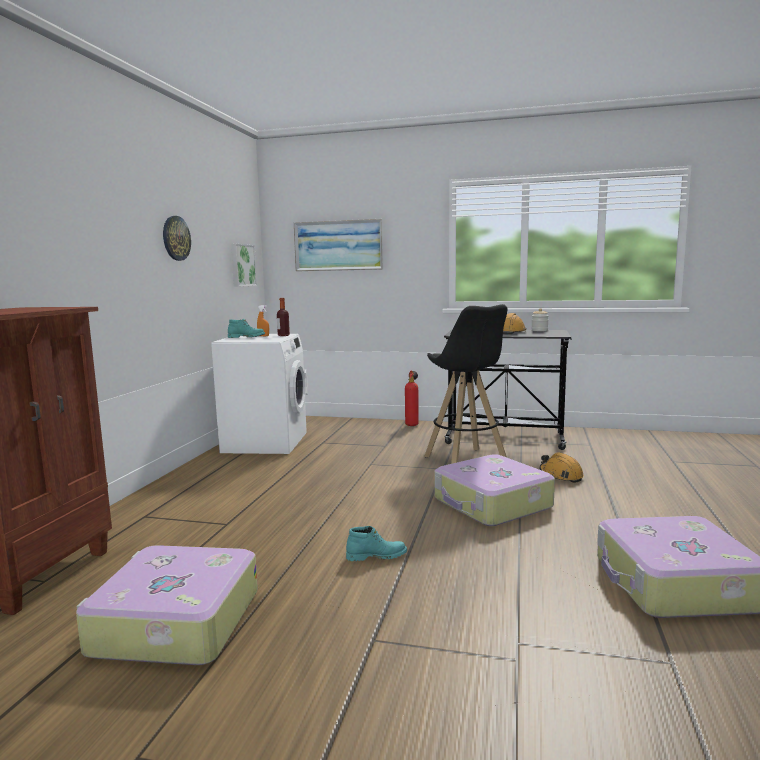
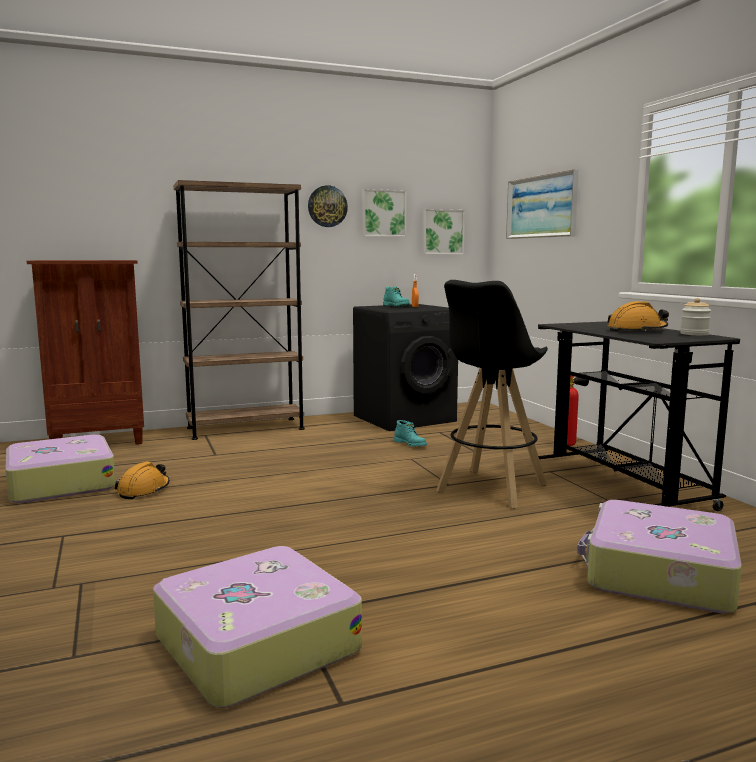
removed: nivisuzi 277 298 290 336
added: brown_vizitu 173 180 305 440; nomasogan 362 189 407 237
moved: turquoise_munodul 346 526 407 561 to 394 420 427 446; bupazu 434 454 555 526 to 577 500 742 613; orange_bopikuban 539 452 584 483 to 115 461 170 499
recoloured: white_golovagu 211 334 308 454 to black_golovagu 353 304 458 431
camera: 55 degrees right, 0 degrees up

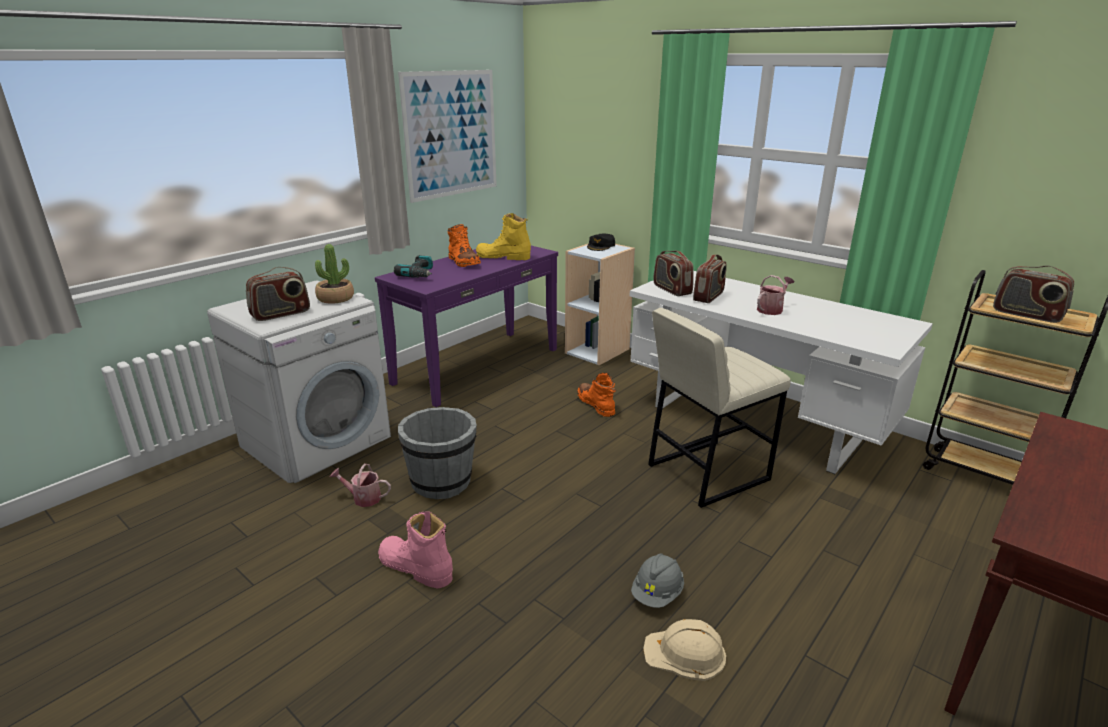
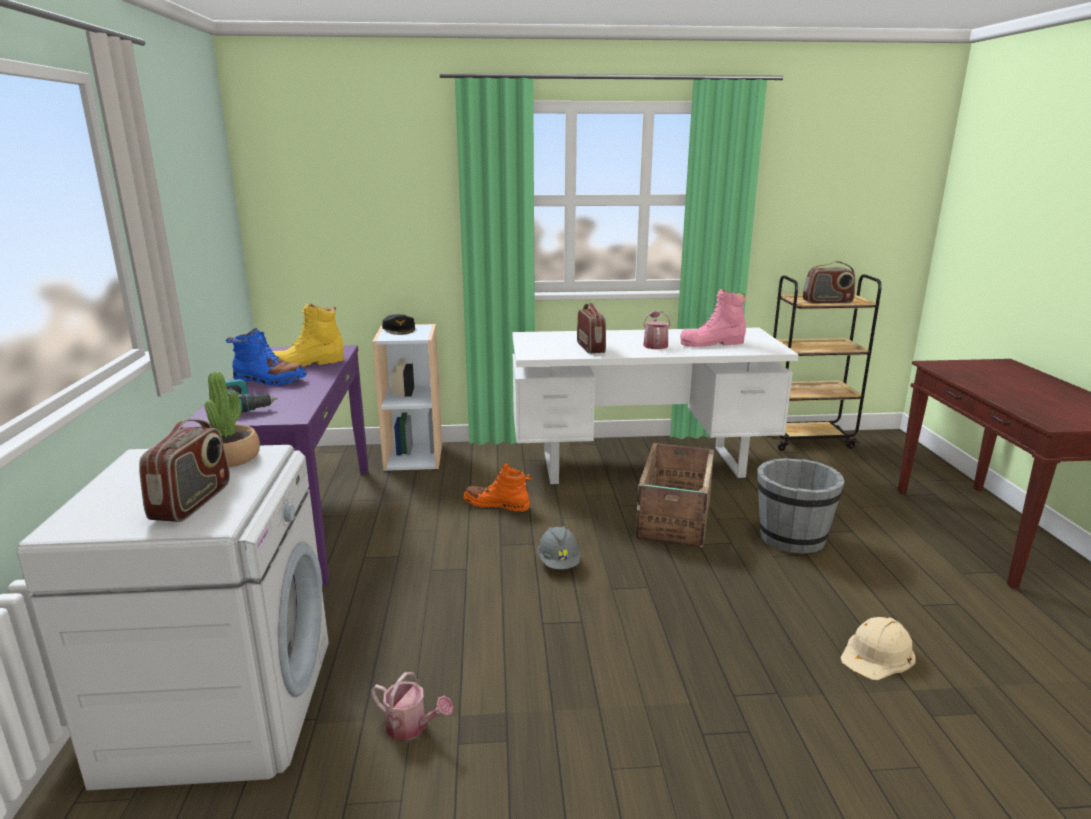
removed: nomasogan 398 70 497 203; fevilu 653 250 694 296
moved: pink_munodul 378 512 453 589 to 680 289 746 347; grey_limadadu 398 407 477 499 to 757 458 845 554; grey_bopikuban 631 554 684 608 to 537 526 580 569
replaced: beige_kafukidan 648 308 790 508 to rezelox 636 443 714 548
recoloured: orange_munodul 447 224 481 267 to blue_munodul 226 328 307 385
turned: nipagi 330 464 391 507 = 371 672 453 740 120 degrees counterclockwise
camera: 45 degrees left, 5 degrees down

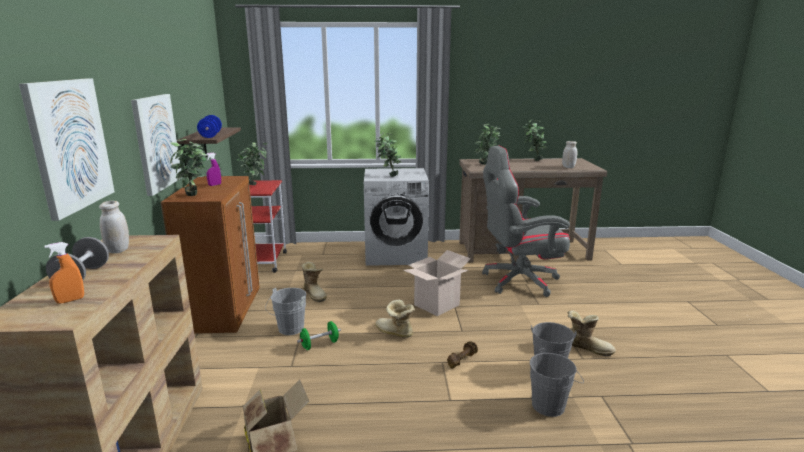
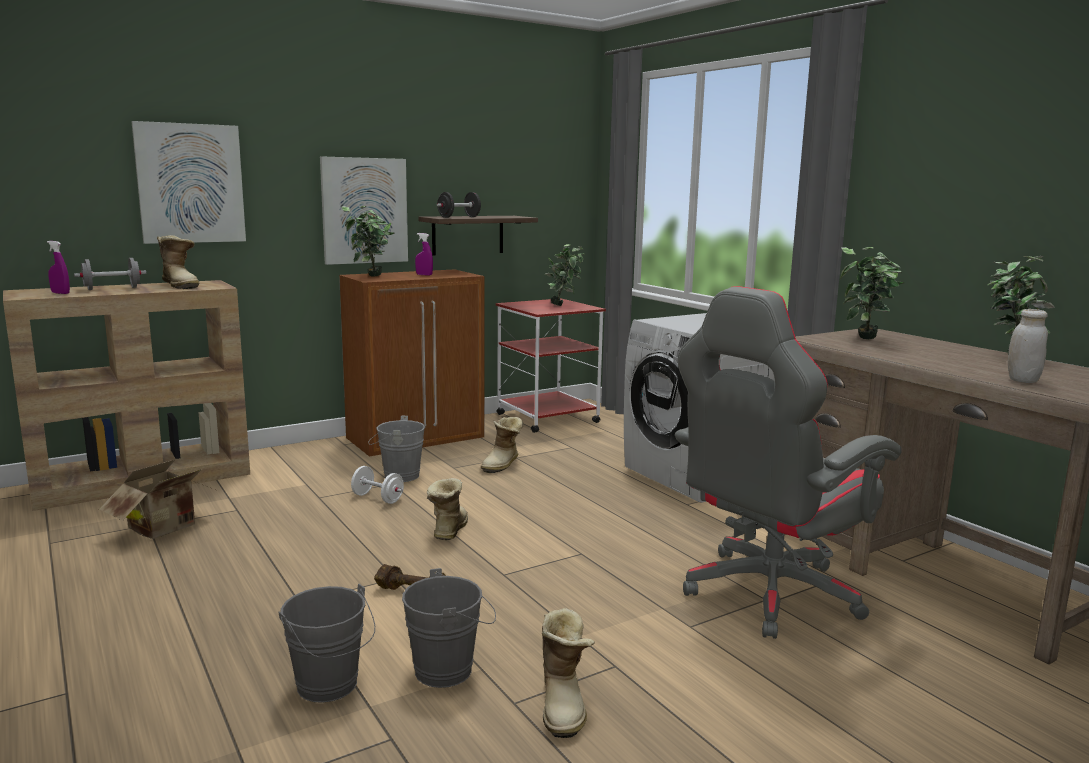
removed: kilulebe 374 132 402 177; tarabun 403 250 471 316
replaced: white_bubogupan 99 201 129 253 to munodul 157 235 200 289
recoloured: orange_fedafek 44 242 84 304 to purple_fedafek 47 241 70 294; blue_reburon 197 115 222 138 to black_reburon 437 192 481 218; green_reburon 297 321 341 350 to white_reburon 351 466 404 504
turned: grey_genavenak 482 145 570 297 = 675 286 902 639 90 degrees counterclockwise
camera: 60 degrees right, 5 degrees down

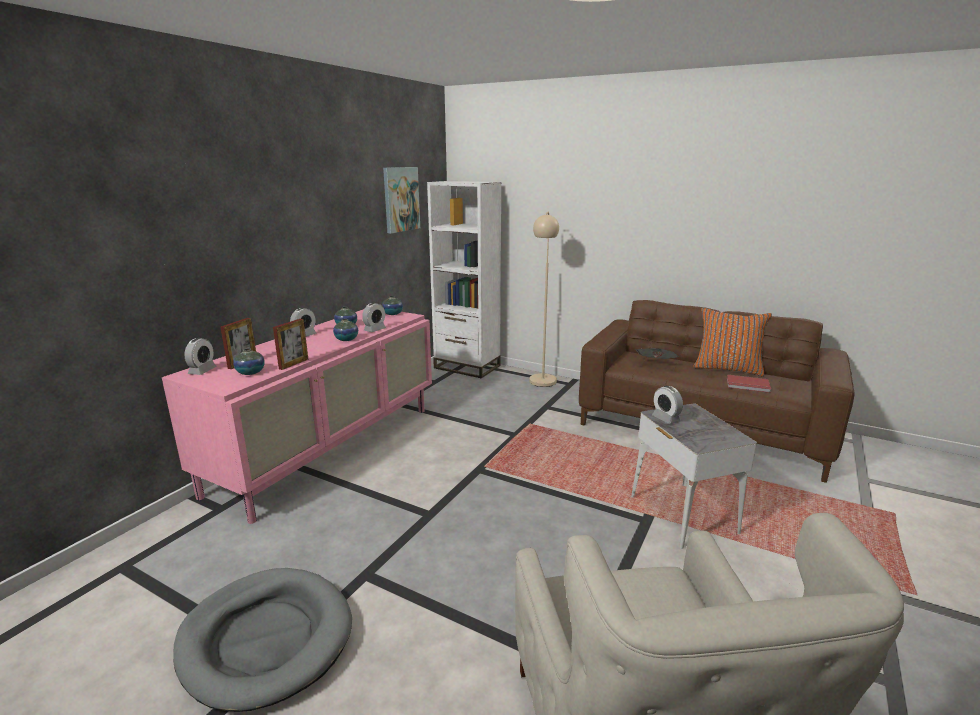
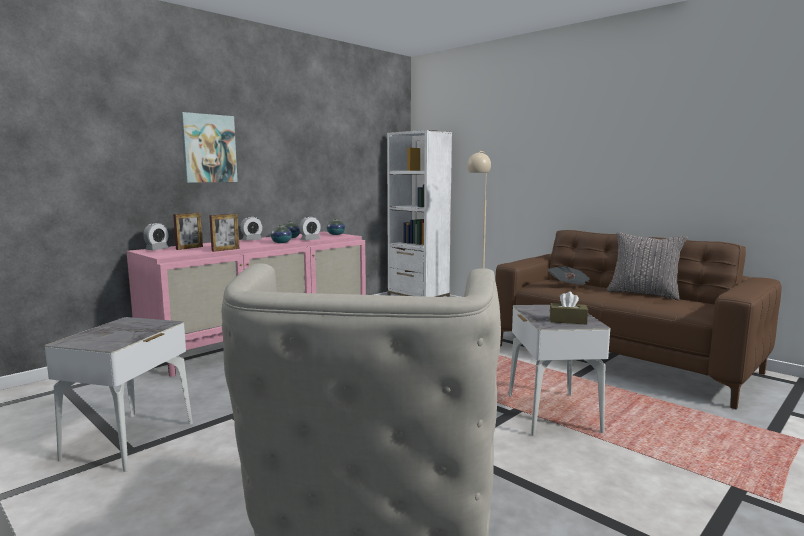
removed: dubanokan 233 348 265 375; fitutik 652 386 683 424; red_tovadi 727 374 771 393
added: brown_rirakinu 550 291 588 325
moved: nomasogan 383 167 420 234 to 181 112 238 183
replaced: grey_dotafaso 173 568 352 712 to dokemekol 45 317 193 472
recoloured: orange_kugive 693 308 772 377 to grey_kugive 607 232 688 300
camera: 15 degrees right, 10 degrees down

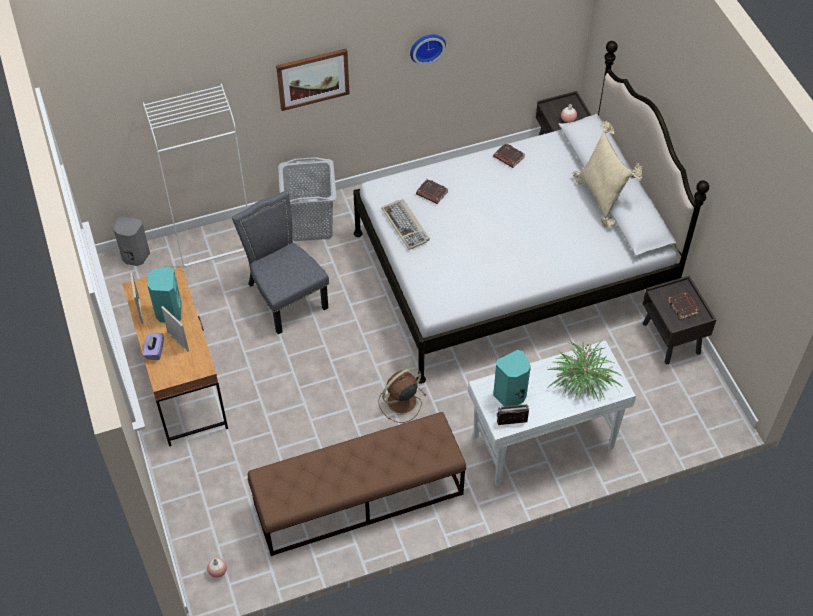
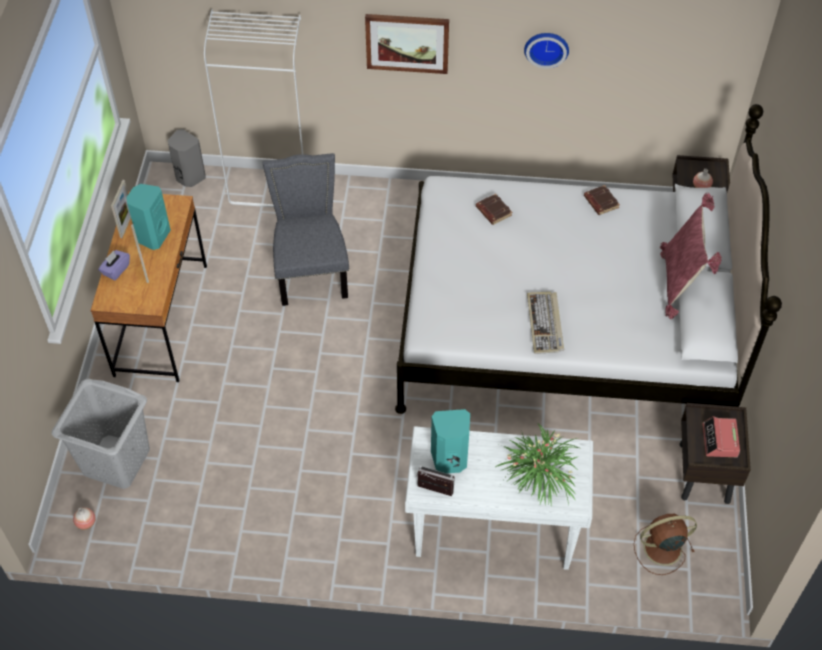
removed: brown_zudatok 248 412 466 556
moved: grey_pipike 278 157 336 241 to 52 379 150 489; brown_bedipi 378 367 427 423 to 634 514 697 575; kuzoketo 381 199 430 250 to 527 291 564 354
replaced: brown_tovadi 668 292 700 320 to fitutik 703 416 740 457
recoloured: beige_kugive 572 121 642 228 to red_kugive 659 192 722 319
camera: 25 degrees right, 0 degrees up

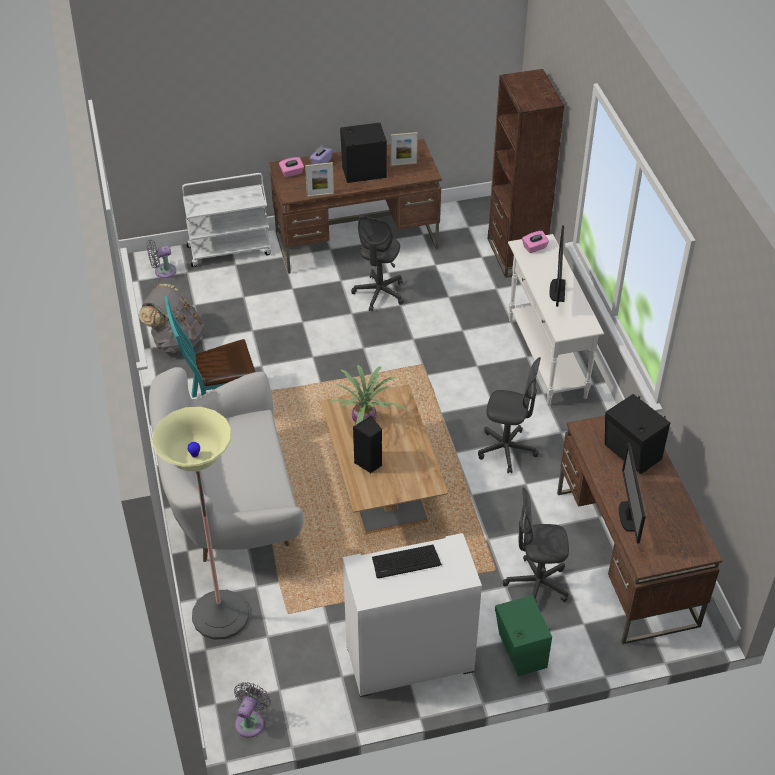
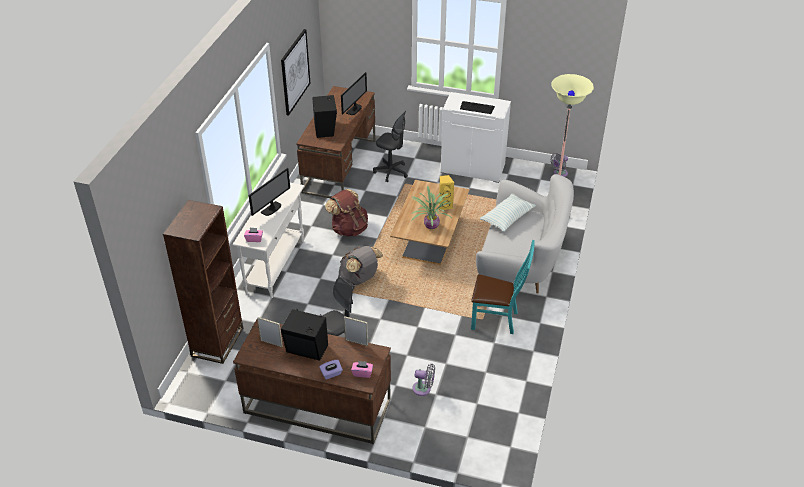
removed: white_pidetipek 182 173 272 267; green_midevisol 495 595 552 676
added: nomasogan 281 29 310 116; kugive 480 194 536 232
moved: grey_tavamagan 139 284 204 353 to 338 246 383 285; grey_bedipi 146 240 176 278 to 412 363 435 396
replaced: grey_genavenak 478 357 541 474 to brown_tavamagan 325 189 368 236
recoloured: black_midevisol 353 415 382 473 to yellow_midevisol 439 175 454 211
camera: 150 degrees left, 5 degrees down

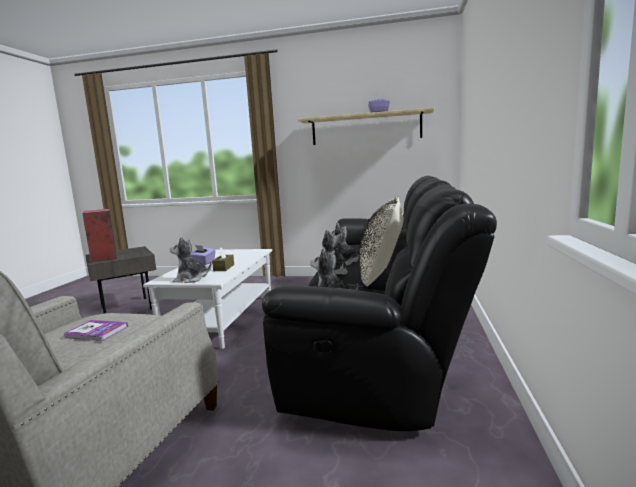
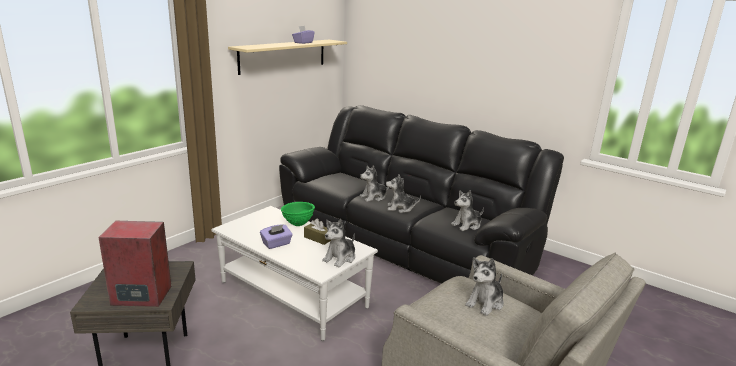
removed: beige_kugive 358 196 403 286
added: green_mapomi 281 202 315 226
replaced: tovadi 63 320 128 341 to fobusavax 465 257 504 316
camera: 65 degrees left, 10 degrees up

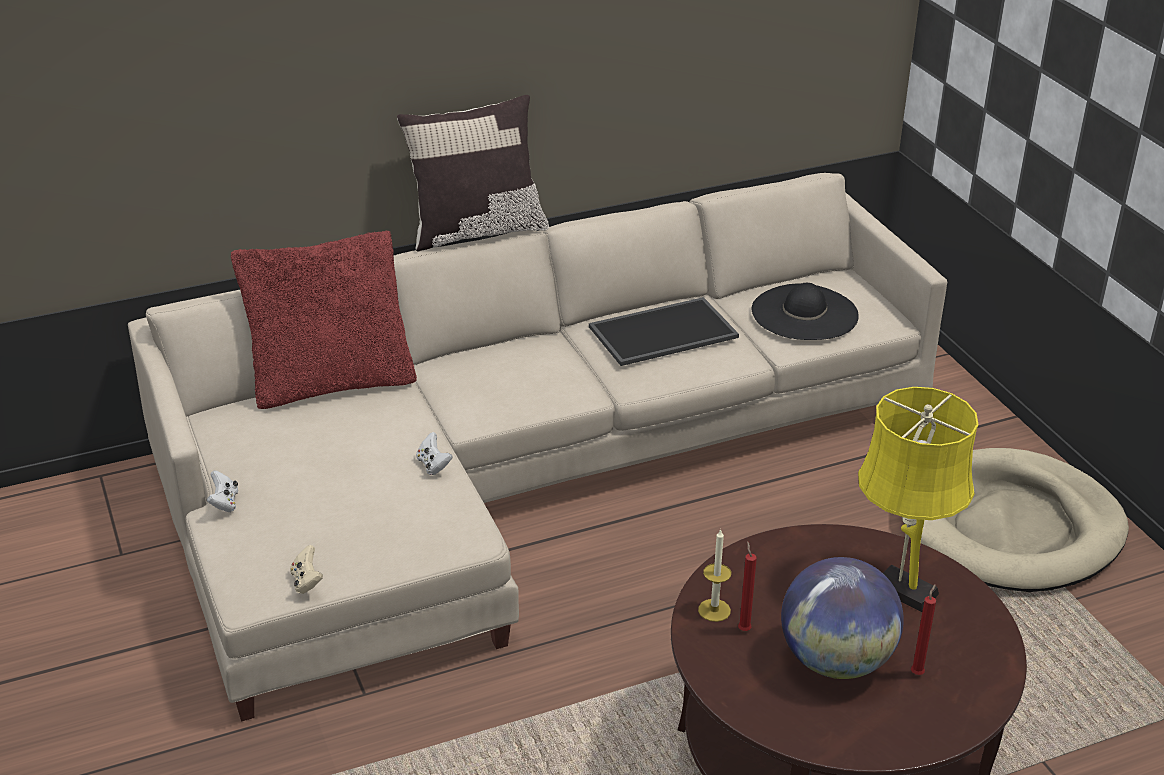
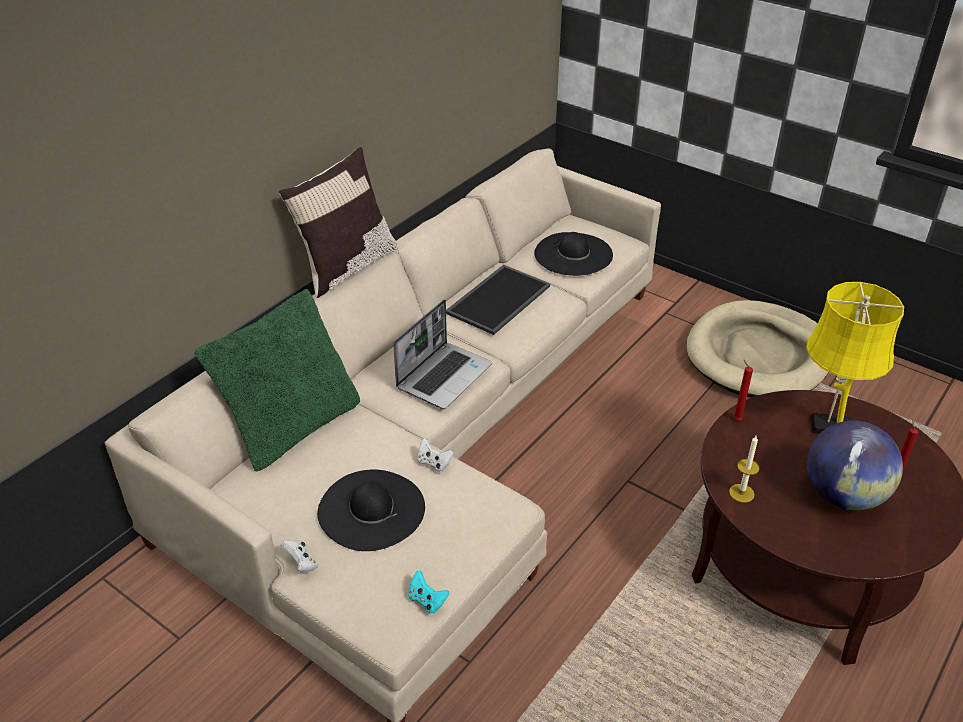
added: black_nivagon 317 470 425 551; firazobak 393 299 492 409
moved: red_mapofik 738 541 757 631 to 733 359 753 420
recoloured: red_kugive 231 231 417 409 to green_kugive 194 289 360 472; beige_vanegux 290 545 323 594 to turquoise_vanegux 408 570 449 614
camera: 30 degrees left, 5 degrees up

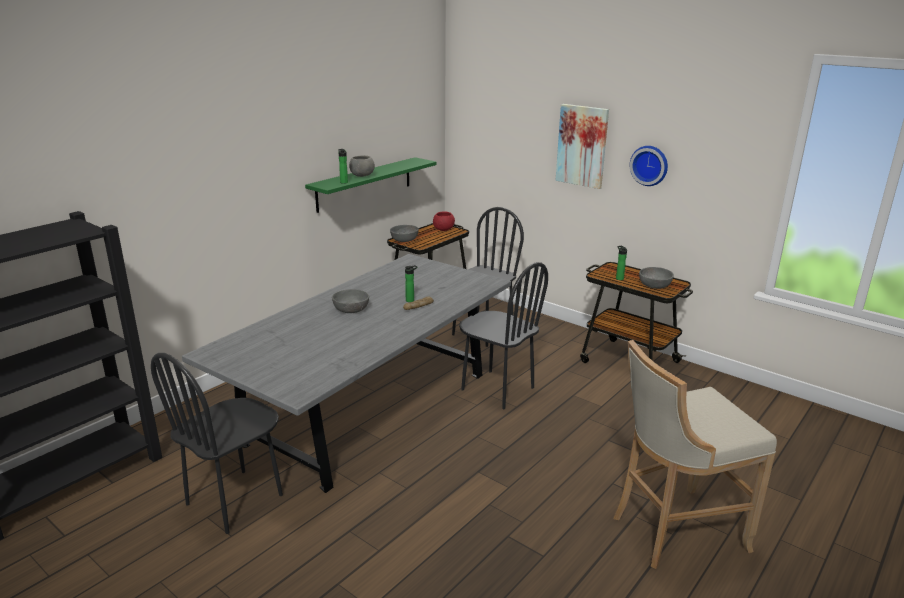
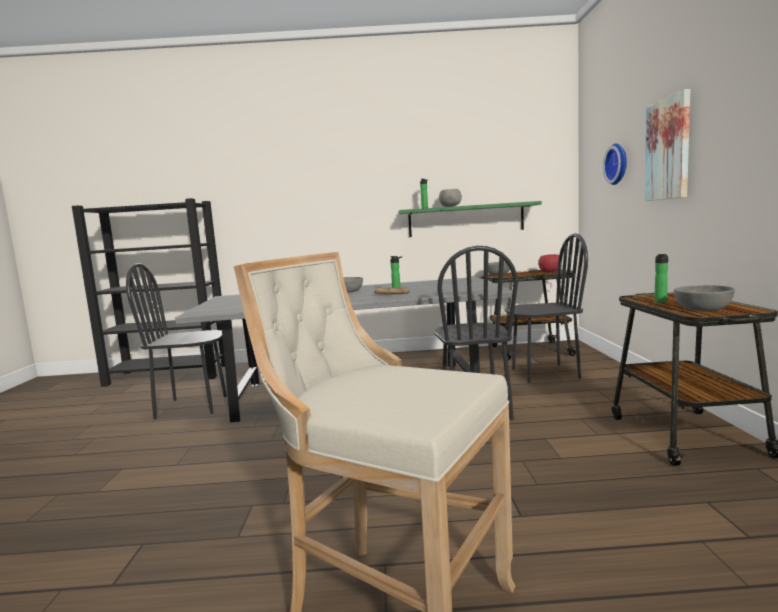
moved: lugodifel 630 146 668 186 to 603 144 627 185
camera: 50 degrees right, 15 degrees down

